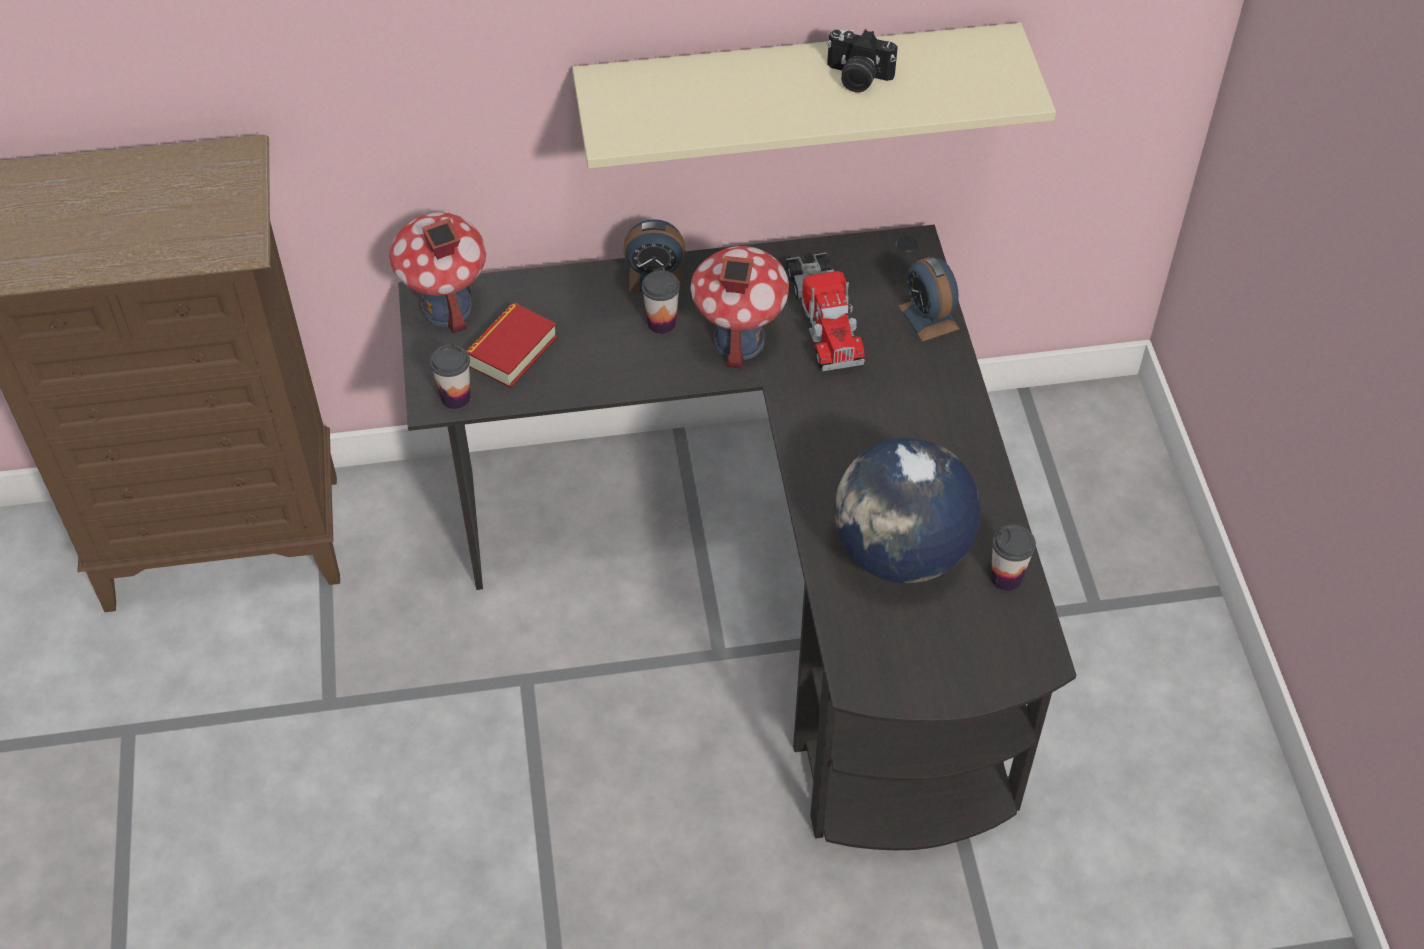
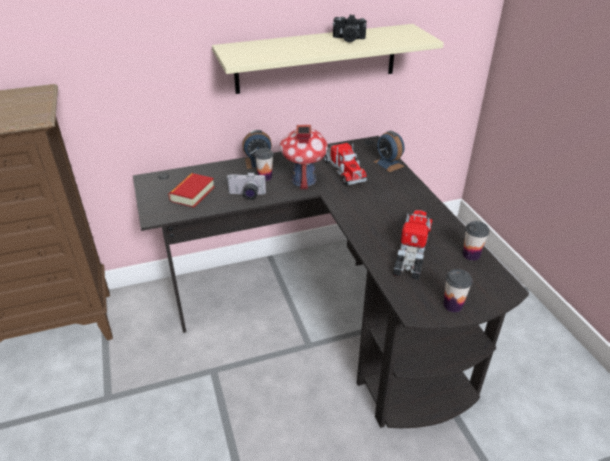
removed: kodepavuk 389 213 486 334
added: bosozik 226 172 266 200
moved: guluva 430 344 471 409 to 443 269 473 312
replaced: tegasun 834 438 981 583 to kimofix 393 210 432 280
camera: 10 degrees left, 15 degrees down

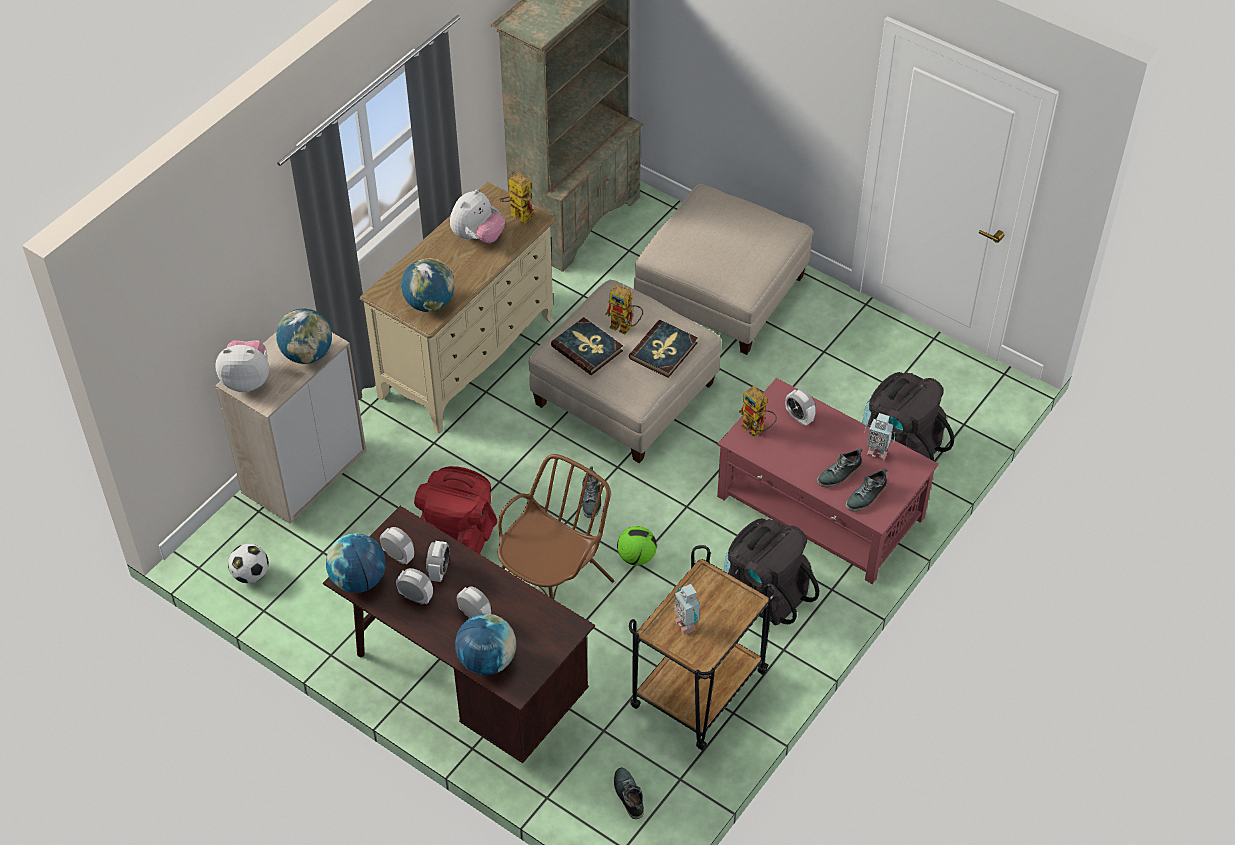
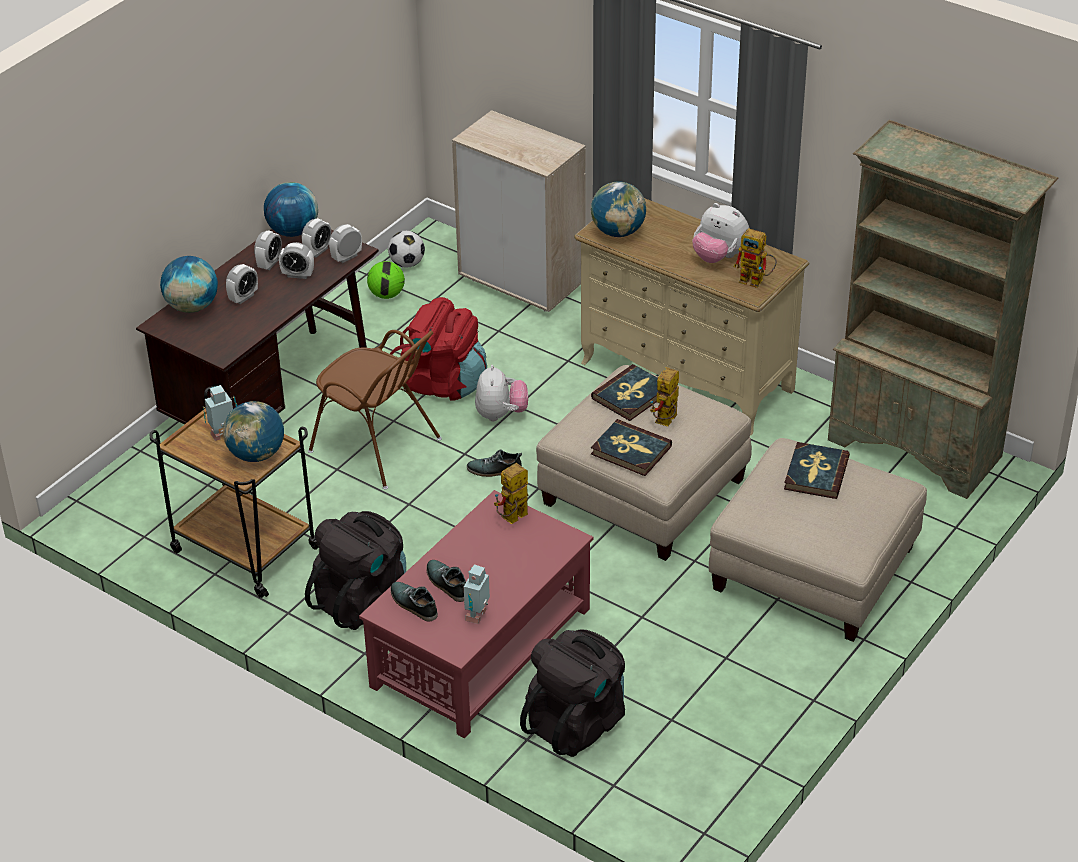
removed: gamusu 614 768 644 819
added: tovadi 784 442 850 499
moved: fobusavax 215 340 269 392 to 475 365 528 421; tegasun 276 308 332 364 to 223 401 284 462; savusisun 617 526 657 566 to 367 261 405 299; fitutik 786 389 816 425 to 329 224 362 263
turned: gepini 499 171 535 224 = 734 228 777 288 75 degrees clockwise
camera: 90 degrees right, 10 degrees down

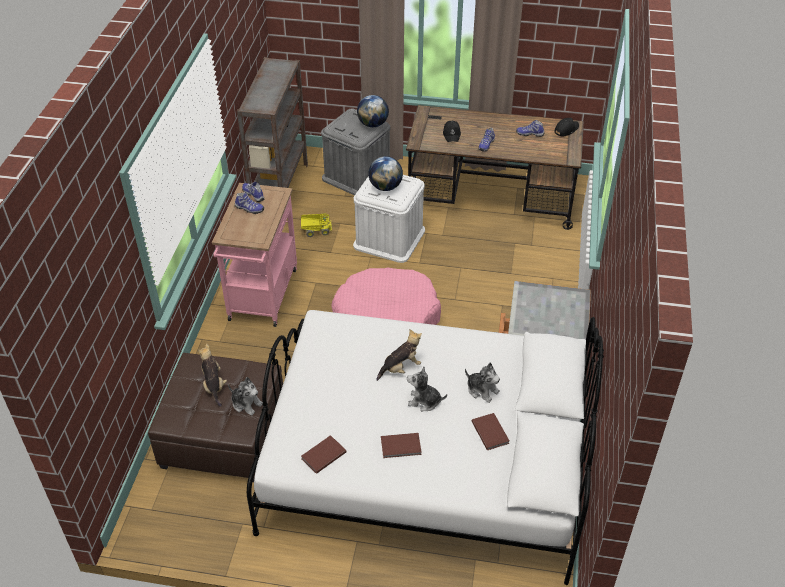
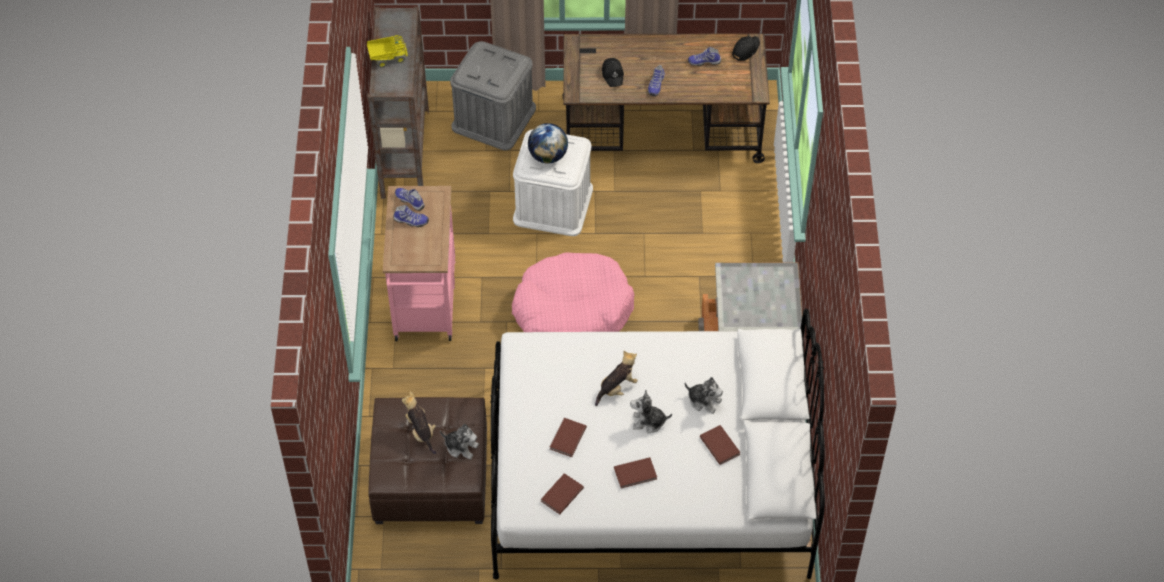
removed: tegasun 357 95 389 127
added: brown_tovadi 550 418 587 457
moved: kimofix 301 213 332 237 to 367 35 408 68
camera: 10 degrees left, 10 degrees up

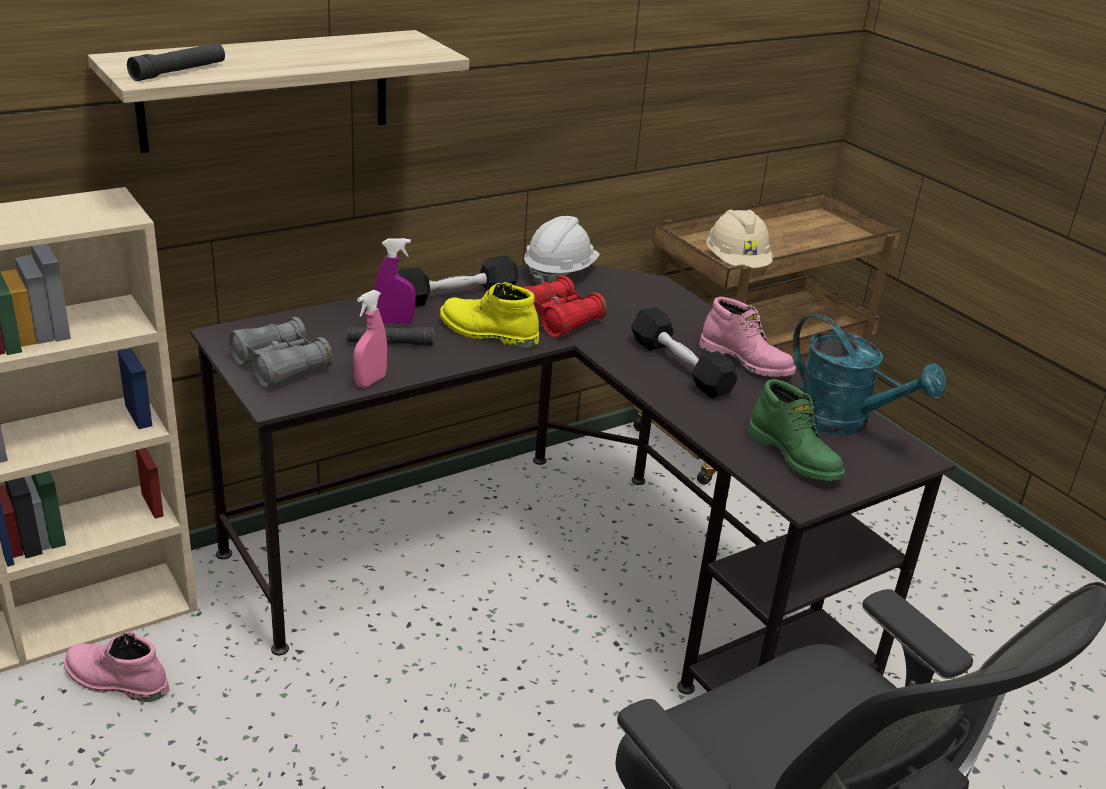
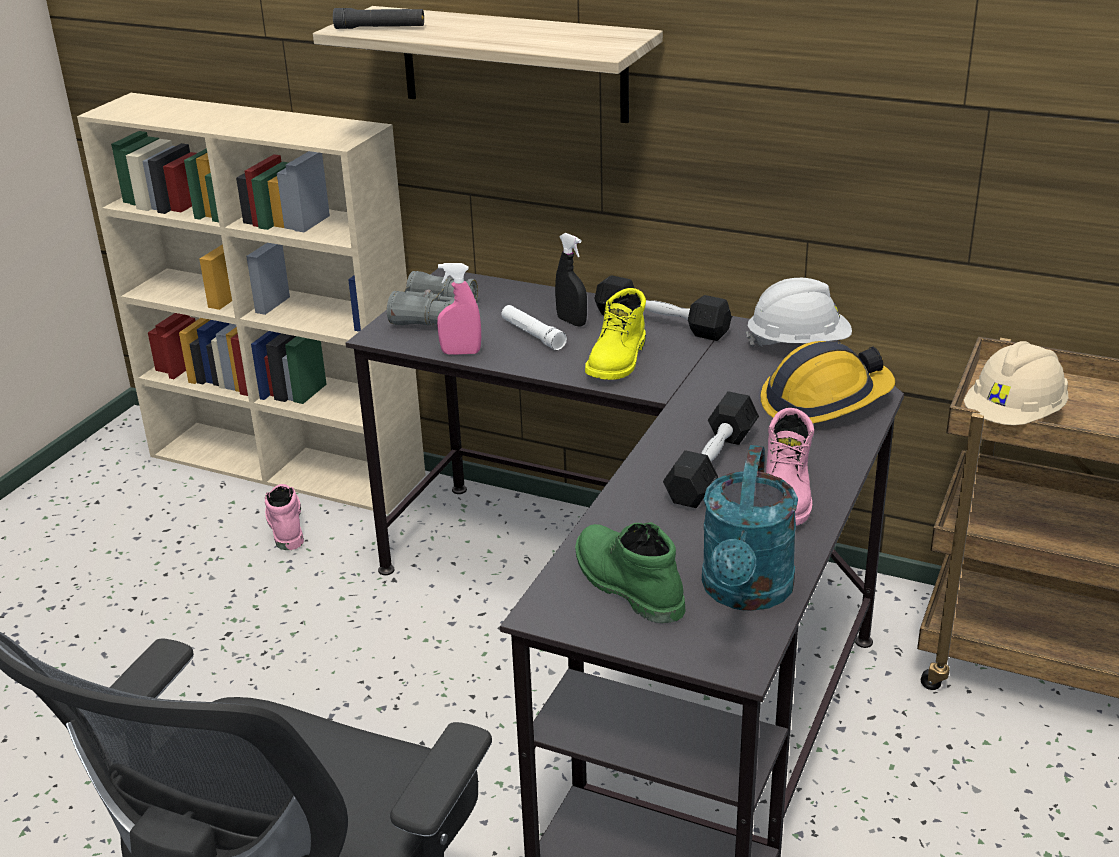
removed: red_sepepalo 521 276 607 337
added: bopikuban 760 341 895 424
recoloured: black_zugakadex 347 327 434 346 to white_zugakadex 502 305 567 350; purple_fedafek 375 238 416 324 to black_fedafek 555 233 587 327
turned: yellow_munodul 440 282 539 348 = 585 288 646 380 150 degrees counterclockwise; green_munodul 747 379 845 481 = 575 522 685 623 120 degrees clockwise
camera: 60 degrees right, 0 degrees up

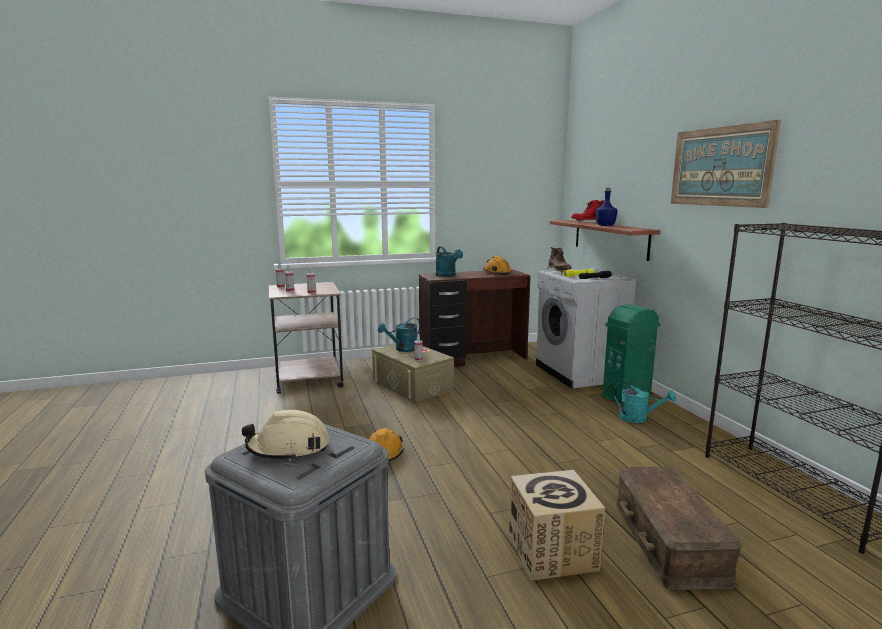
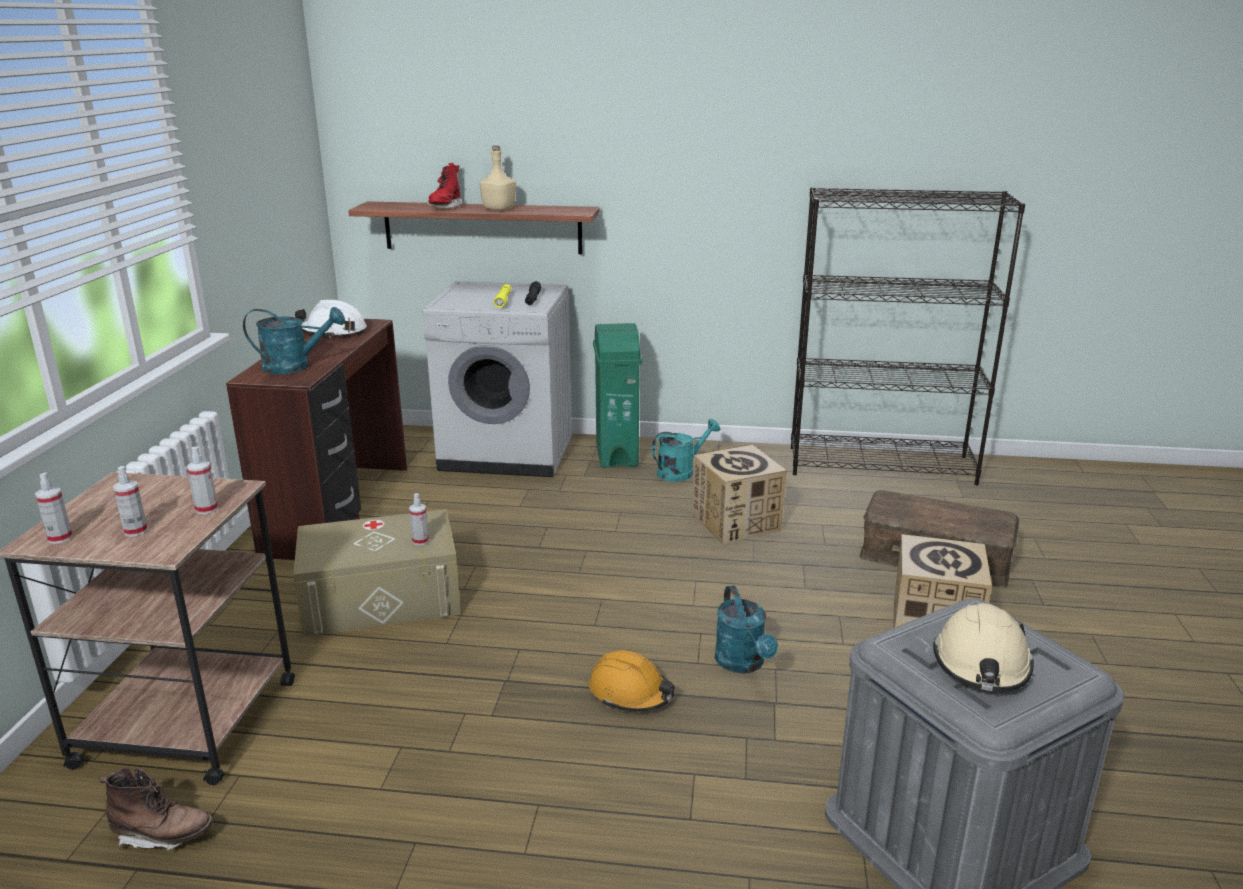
removed: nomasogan 671 120 781 208
added: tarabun 692 445 787 544
moved: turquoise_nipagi 378 318 421 352 to 715 585 778 673; brown_munodul 547 247 572 272 to 99 767 213 850
recoloured: orange_bopikuban 483 256 511 275 to white_bopikuban 295 300 367 338; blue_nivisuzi 596 188 617 226 to beige_nivisuzi 479 145 516 210
camera: 65 degrees left, 10 degrees up

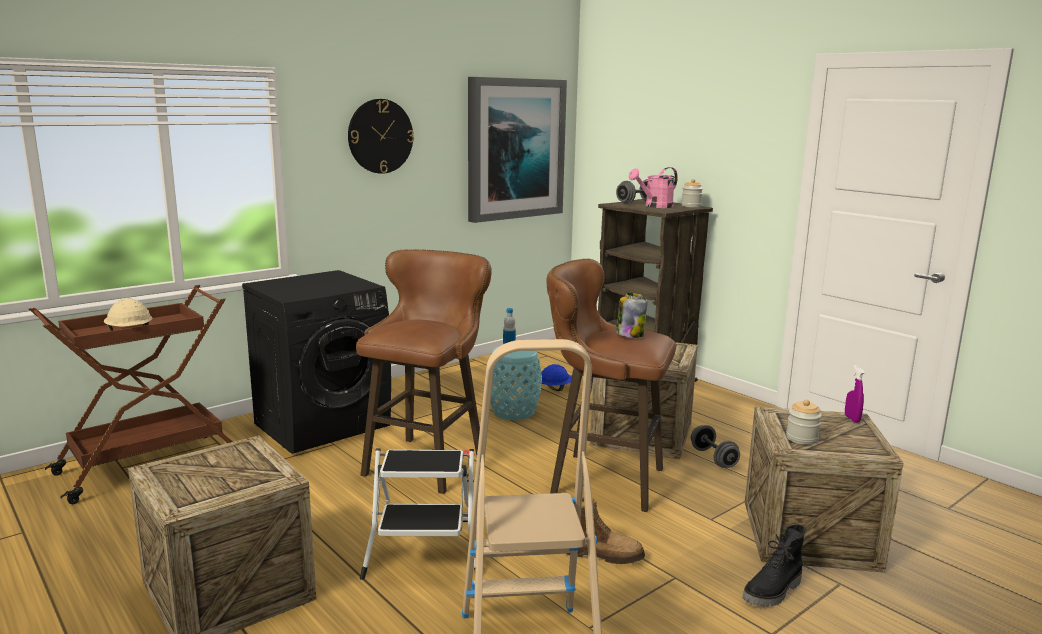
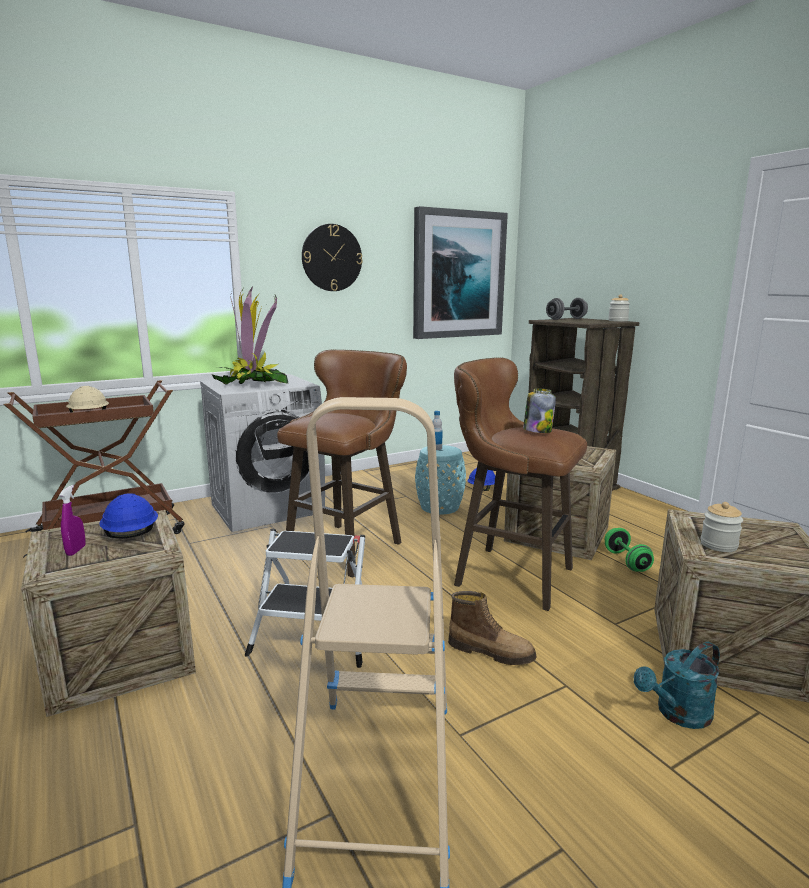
removed: pink_nipagi 629 167 678 208
added: blue_bopikuban 99 494 158 538; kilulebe 212 287 289 384
moved: purple_fedafek 845 365 865 423 to 59 485 86 556
replaced: black_munodul 743 525 805 606 to turquoise_nipagi 634 642 720 729
recoloured: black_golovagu 242 270 391 454 to white_golovagu 200 374 325 532; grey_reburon 691 425 740 468 to green_reburon 605 528 654 572
camera: 10 degrees right, 0 degrees up

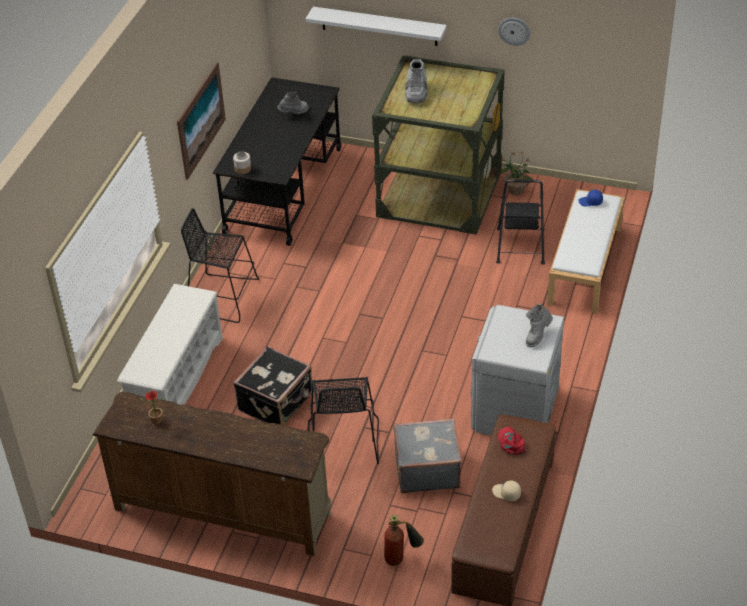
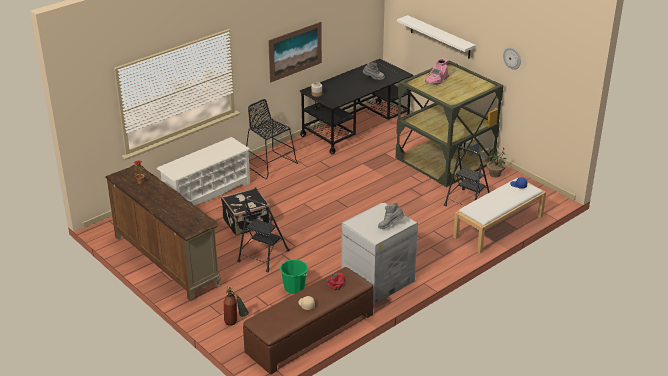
replaced: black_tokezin 308 377 379 464 to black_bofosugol 237 198 290 272; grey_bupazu 394 418 462 493 to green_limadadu 280 259 308 294
recoloured: grey_munodul 405 59 428 103 to pink_munodul 425 58 449 85
camera: 30 degrees right, 10 degrees down

